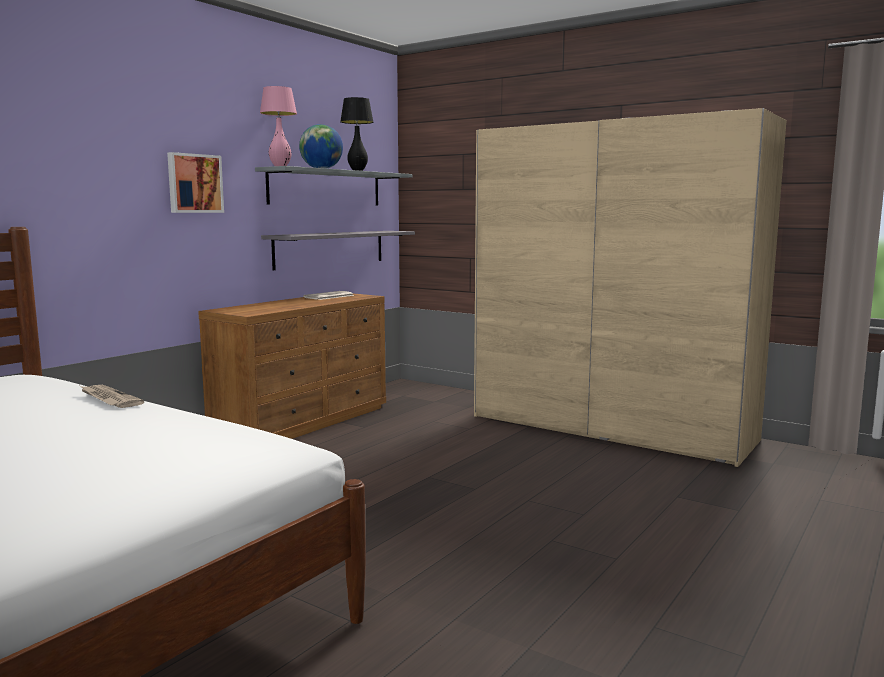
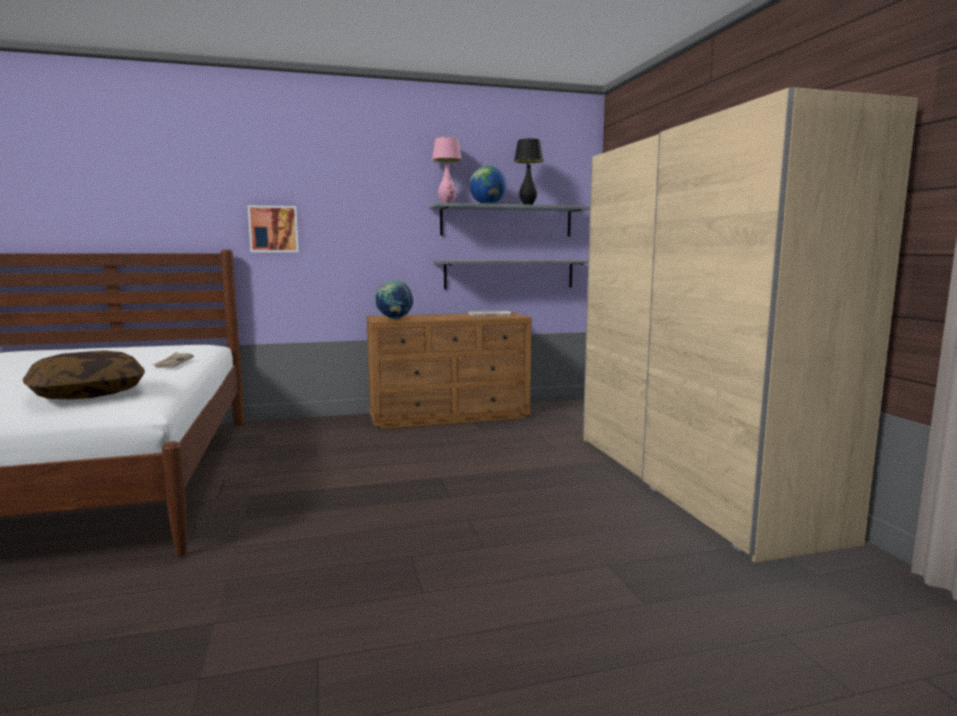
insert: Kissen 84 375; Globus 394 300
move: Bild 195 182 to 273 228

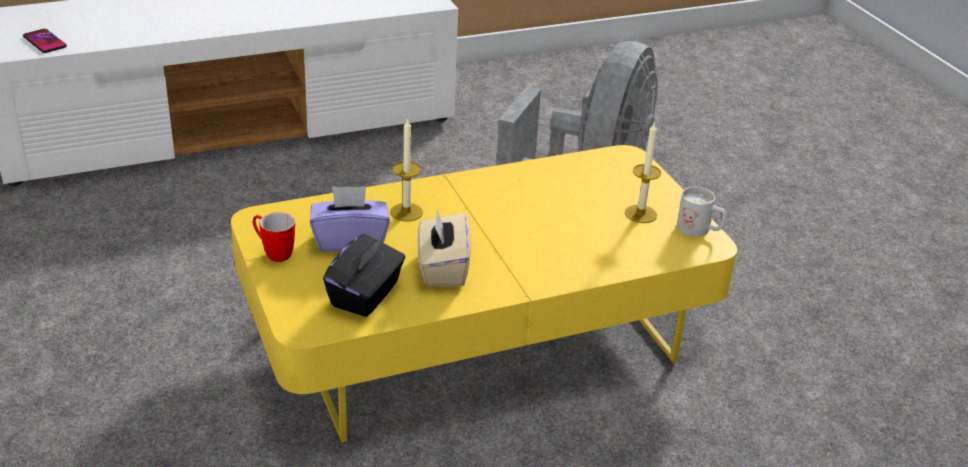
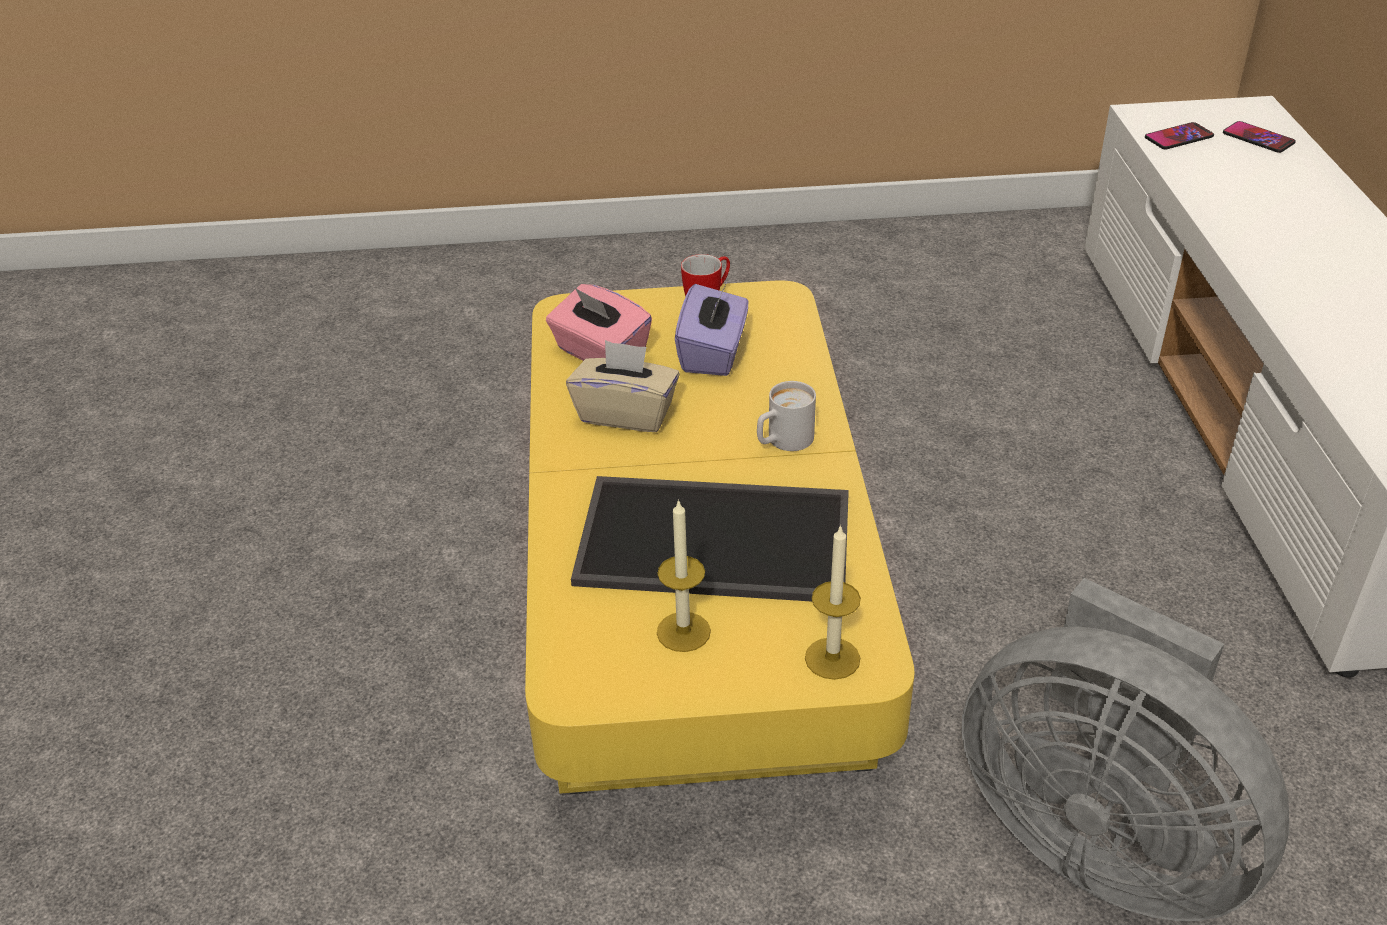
insert: Tablett 710 539; Handy 1259 137
move: Kerze 406 170 to 833 602; Henkelbecher [weiß] 702 212 to 786 416
recolor: Taschentuchbox [schwarz] 364 275 to Taschentuchbox [rosa] 599 322

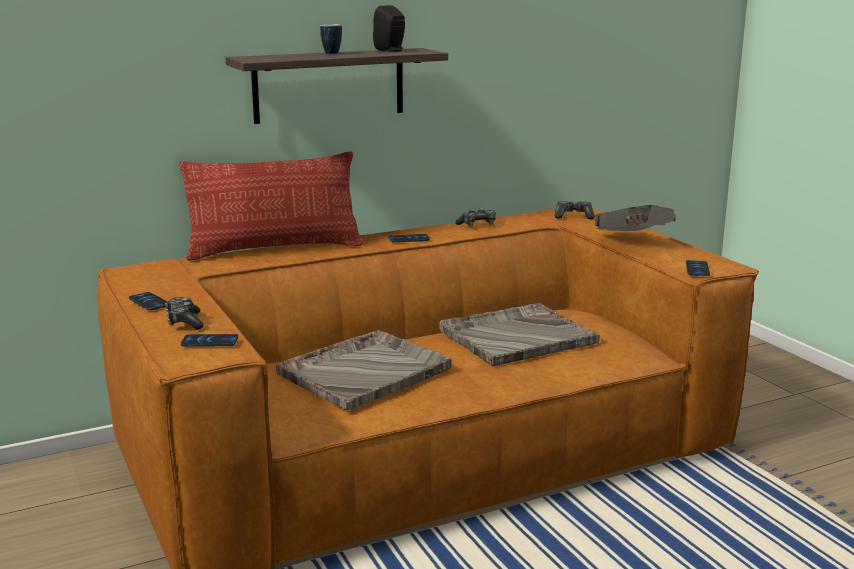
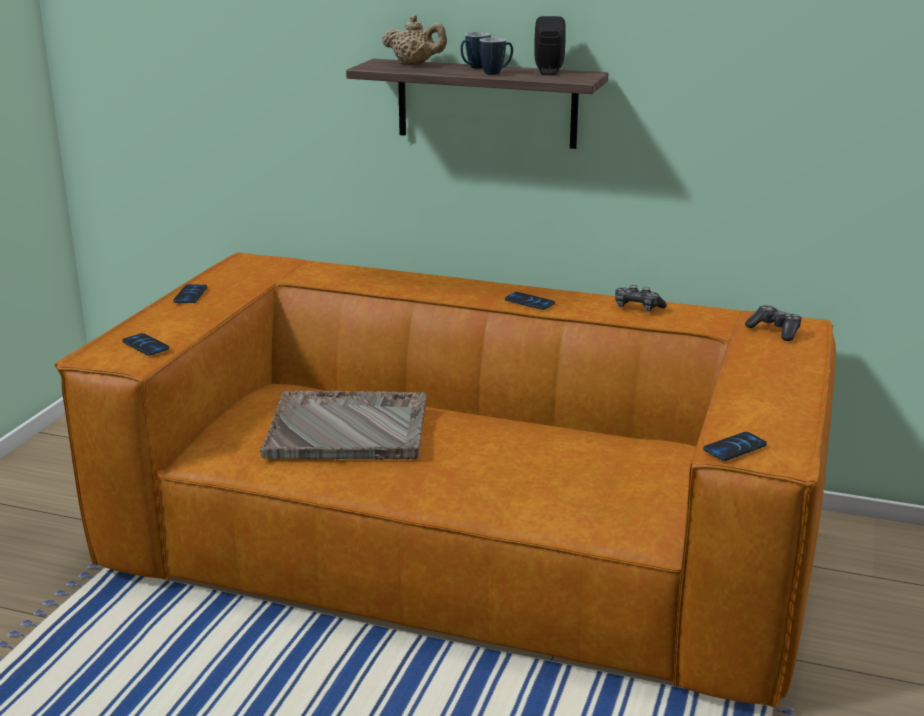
delete: Gamepad 184 313; Kissen 271 206; Tablett [grau] 519 335; Zeitung 635 218
insert: Teekanne [beige] 414 40; Henkelbecher 496 56

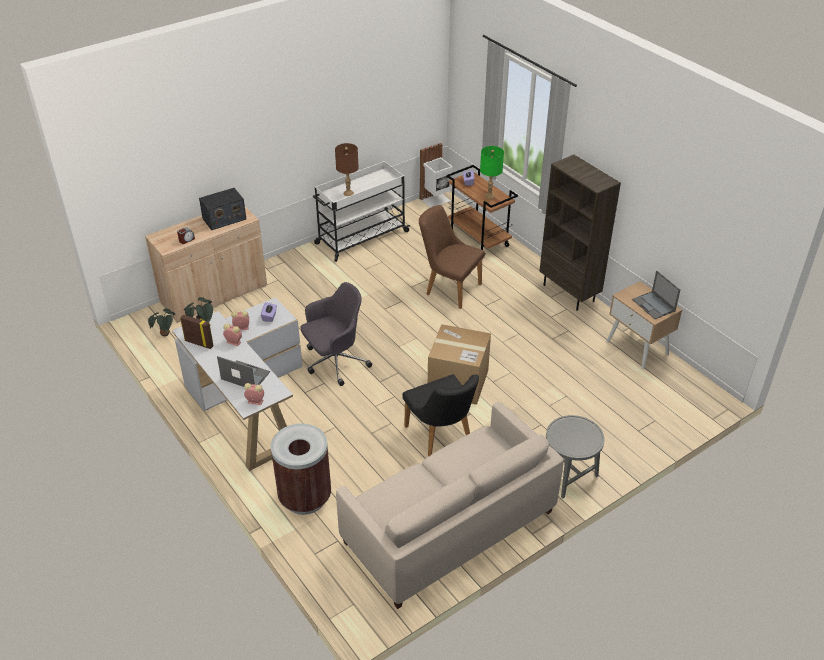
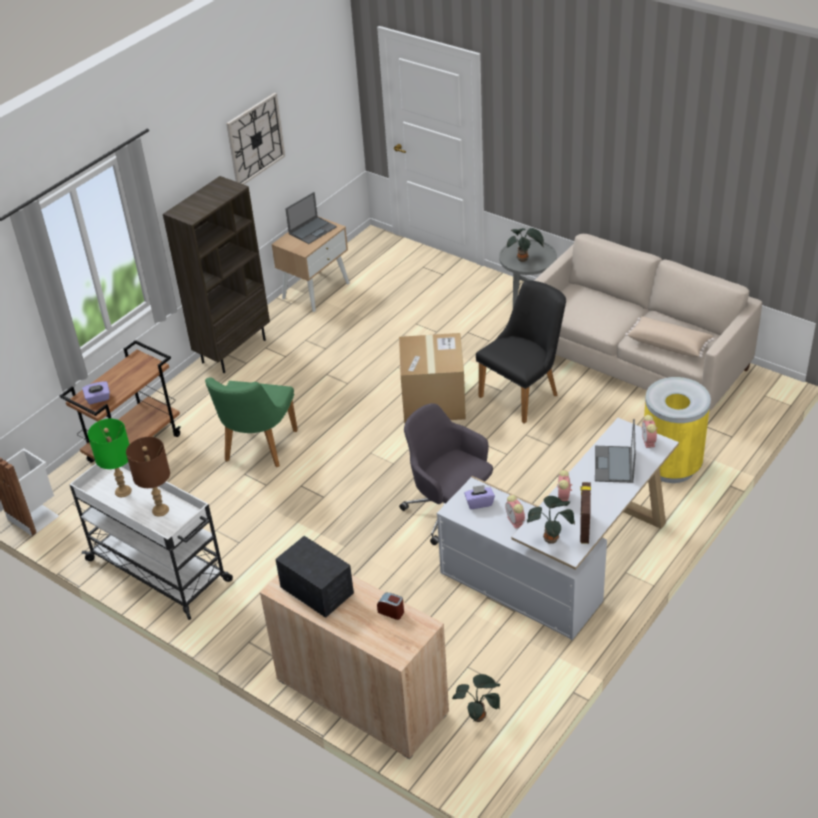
insert: Wanduhr 255 138; Topfpflanze 525 245; Kissen [beige] 669 337
move: Tischlampe [grün] 492 172 to 110 458
recolor: Mülleimer [braun] 301 469 to Mülleimer [gelb] 677 430; Stuhl [braun] 452 257 to Stuhl [grün] 251 422

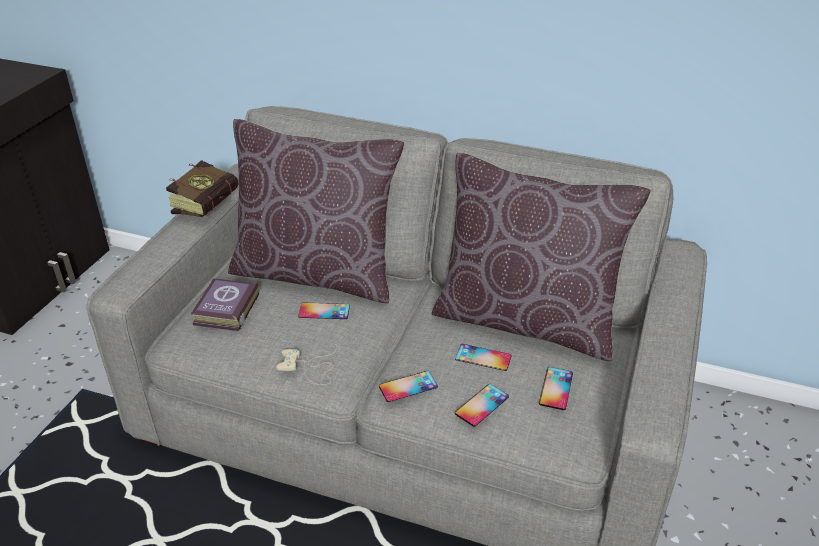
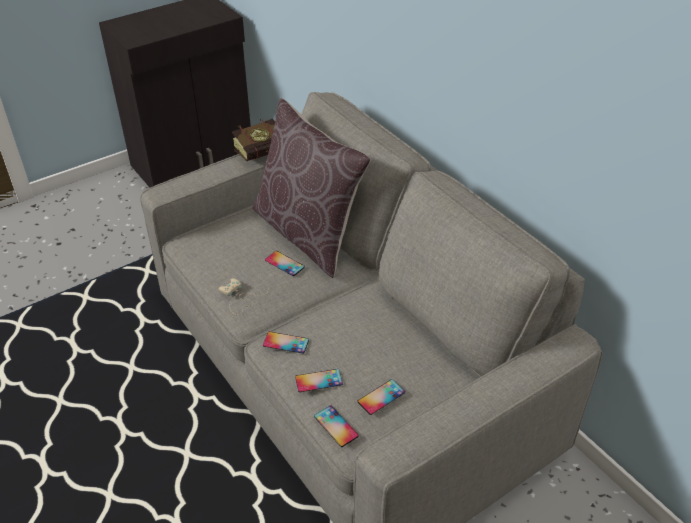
delete: Buch 225 304; Kissen [braun] 541 257
move: Handy 483 357 to 336 426

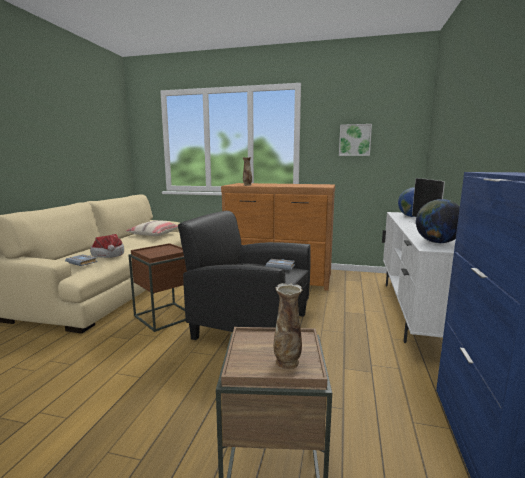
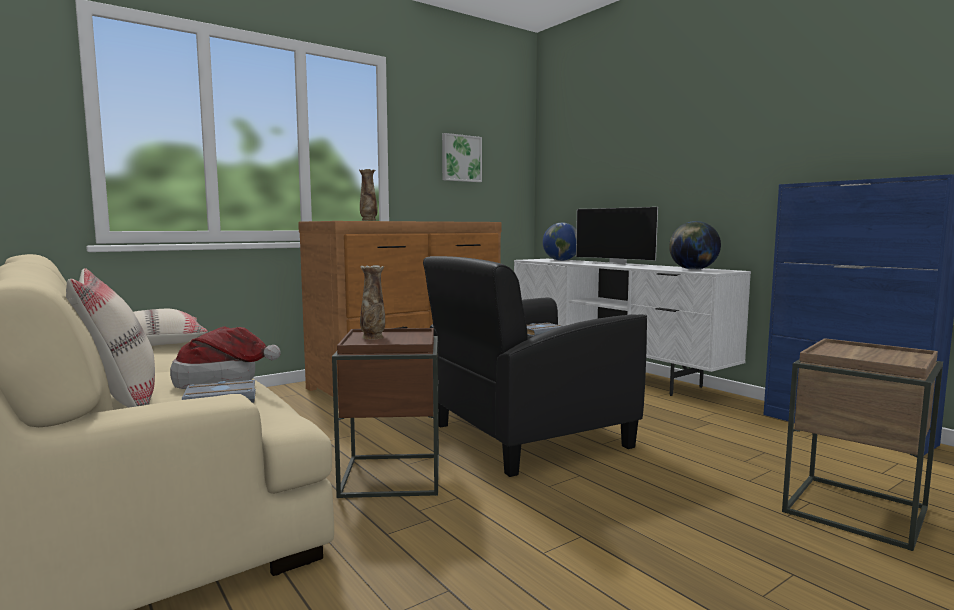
insert: Kissen [beige] 110 338
move: Vase 288 326 to 372 302

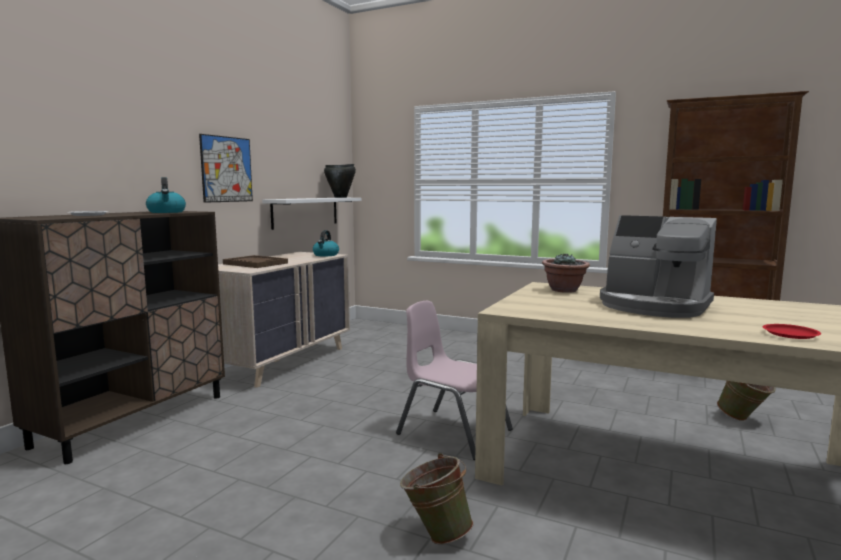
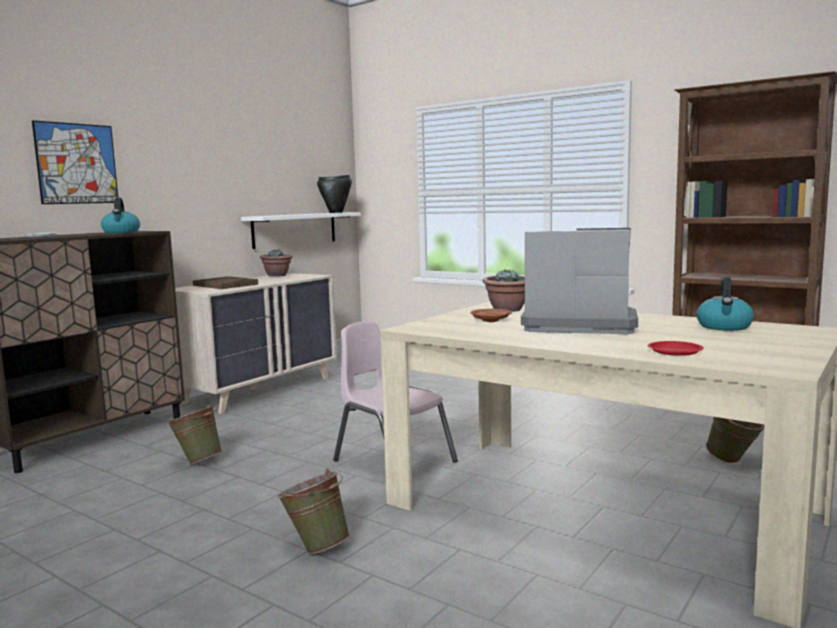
insert: Eimer [grün] 194 434; Topfpflanze 276 263; Teller [braun] 491 315
move: Bild 226 168 to 75 162; Wasserkessel 326 243 to 725 304
rotate: Kaffeemaschine 658 266 = 579 281 150 degrees clockwise

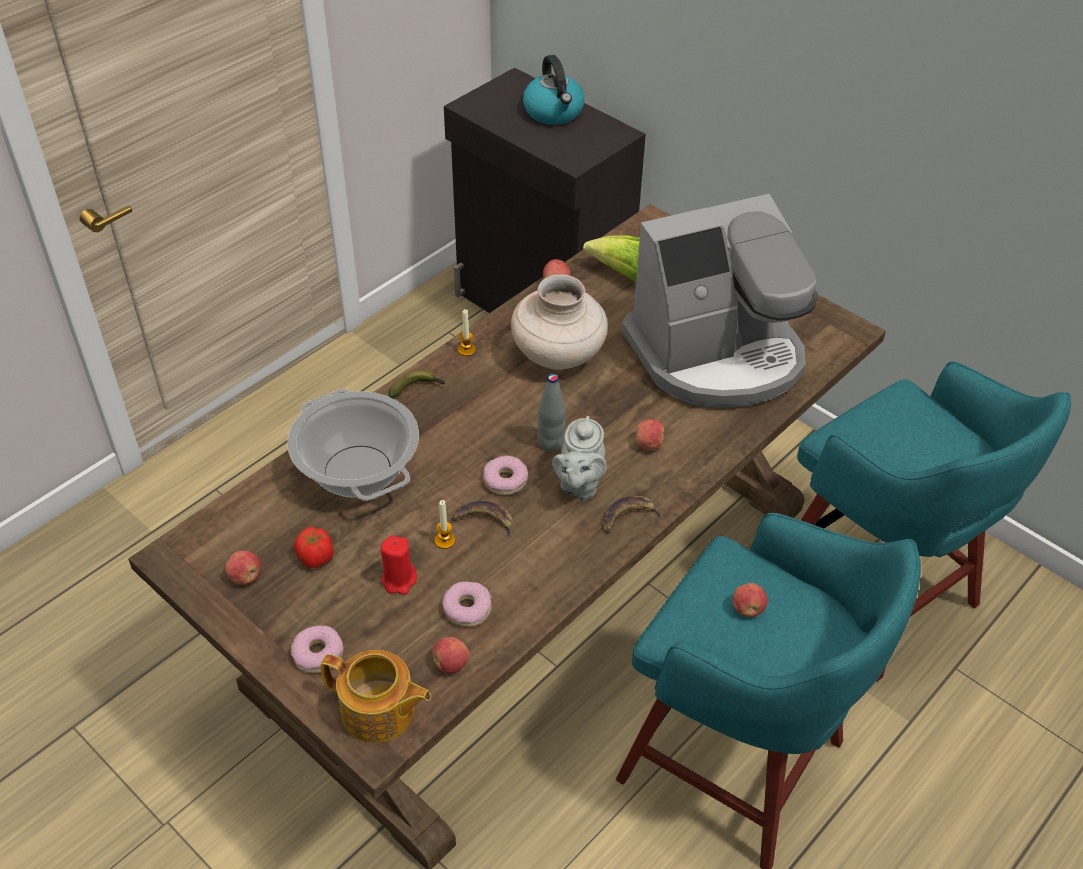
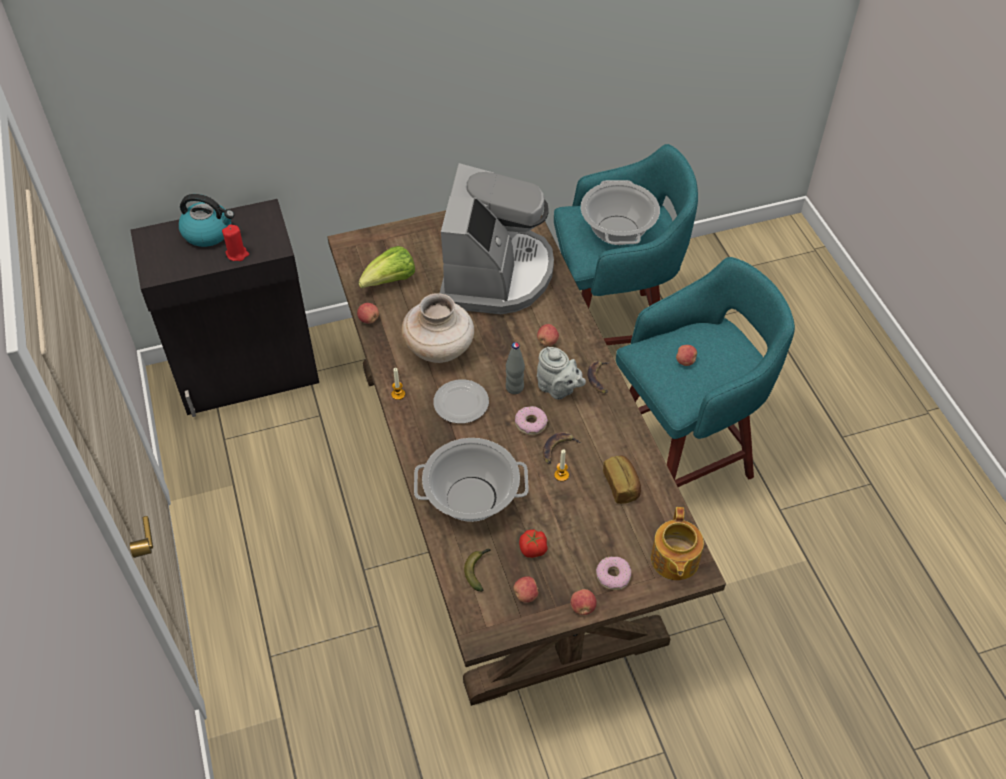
insert: Teller 461 401; Kochtopf 620 212
move: Kerze [rot] 399 565 to 235 243; Banane 417 384 to 477 570; Apfel 450 655 to 584 602
replace: Donut 466 604 to Brot 622 479
rotate: Teekanne 376 696 = 677 543 135 degrees clockwise

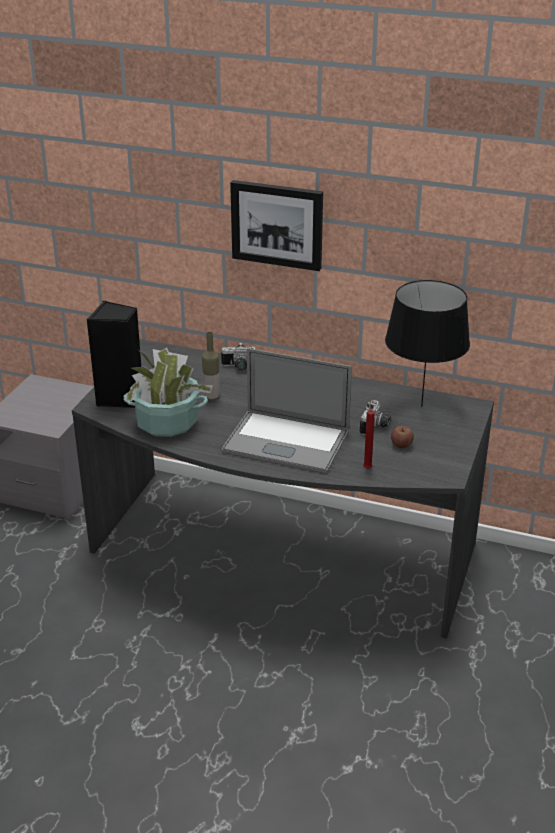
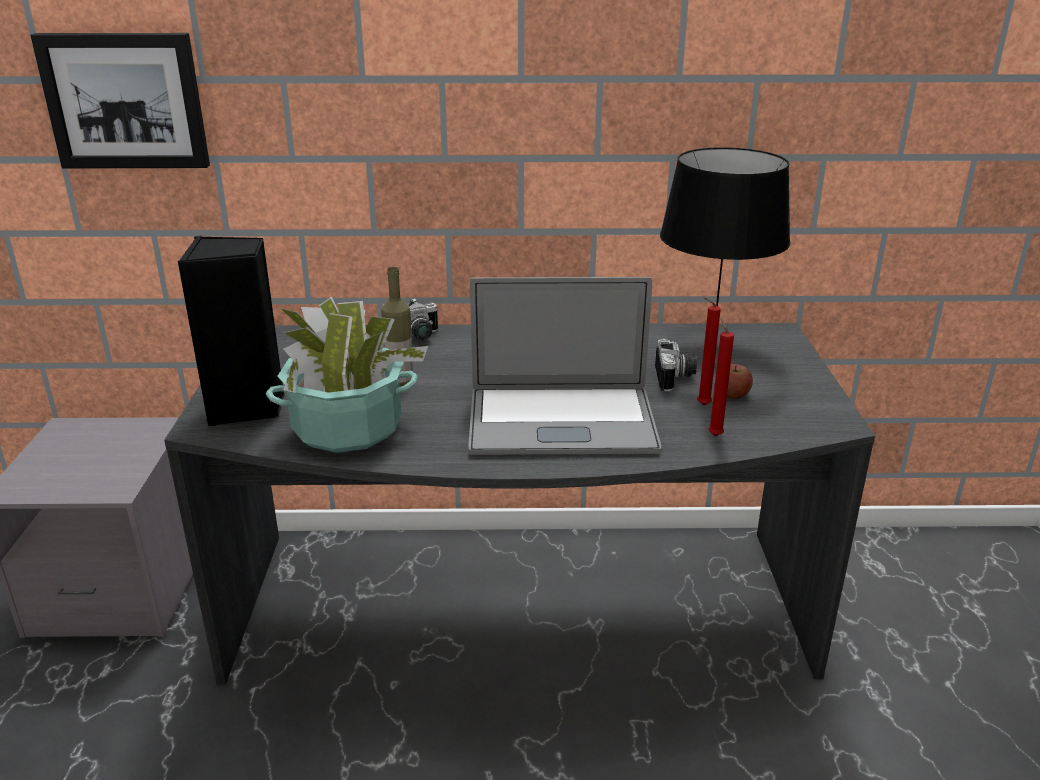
insert: Kerze [rot] 709 351
move: Bild 276 225 to 120 101

